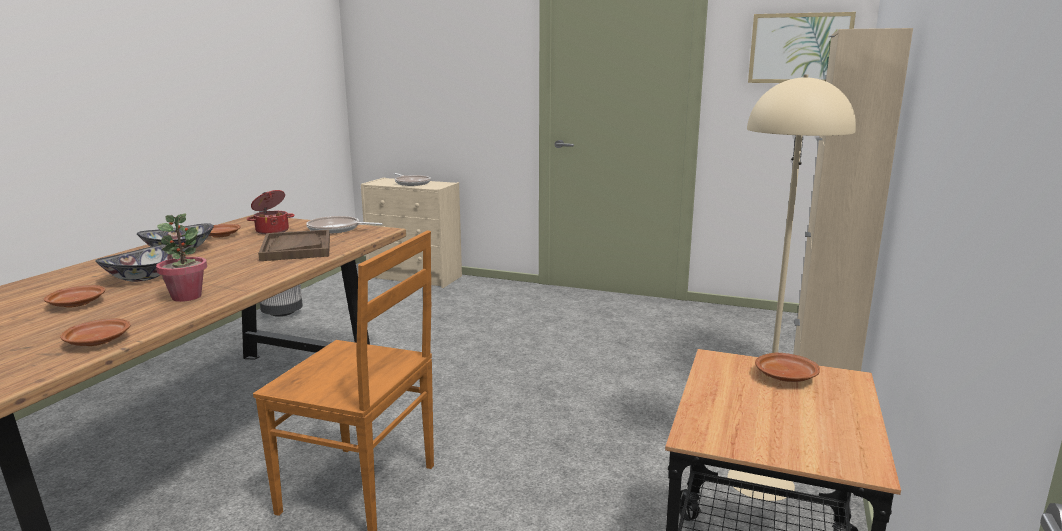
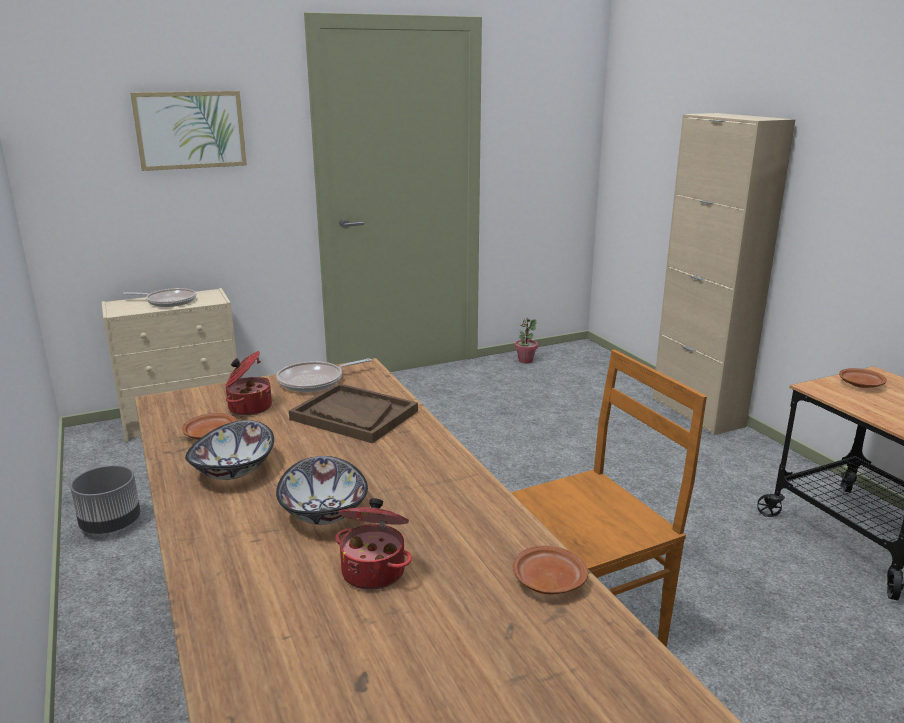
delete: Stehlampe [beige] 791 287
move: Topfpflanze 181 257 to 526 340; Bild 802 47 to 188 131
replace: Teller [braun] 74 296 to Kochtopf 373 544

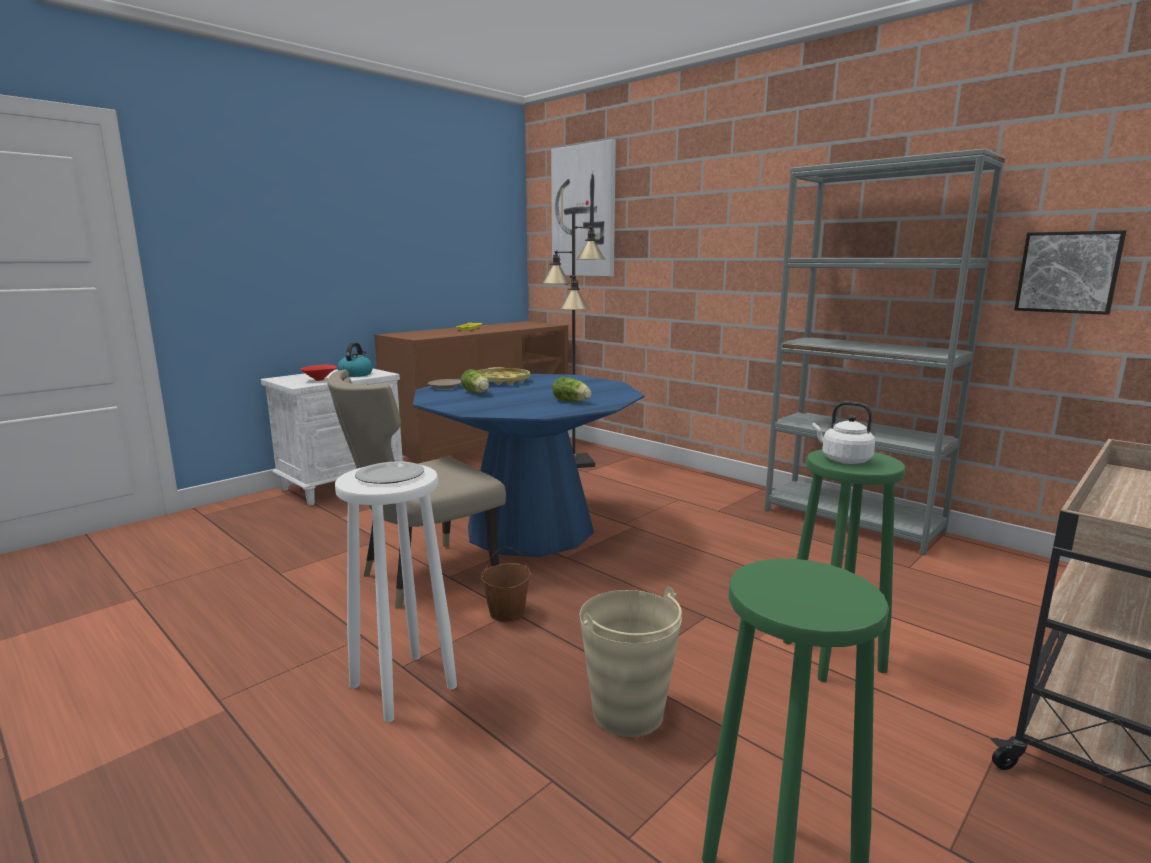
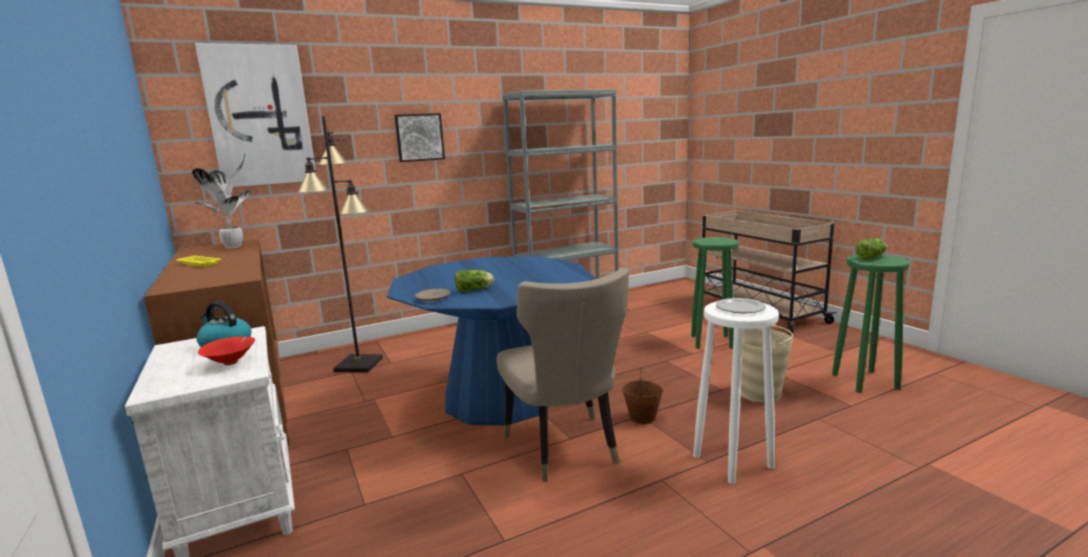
delete: Tablett [gelb] 503 376; Wasserkessel [weiß] 843 433
insert: Topfpflanze 222 201
move: Salatkopf 571 389 to 871 249; Bild 1070 272 to 419 137

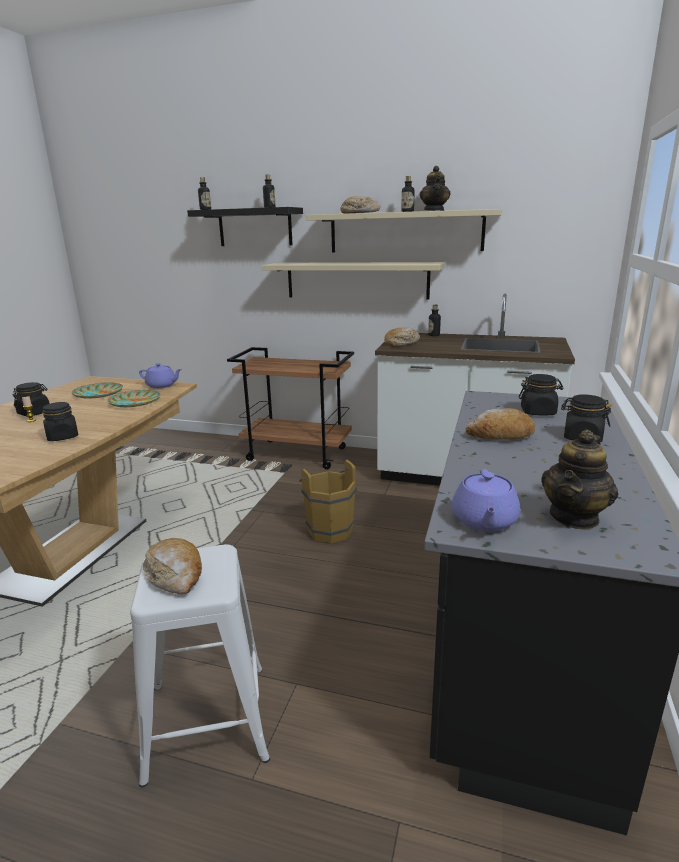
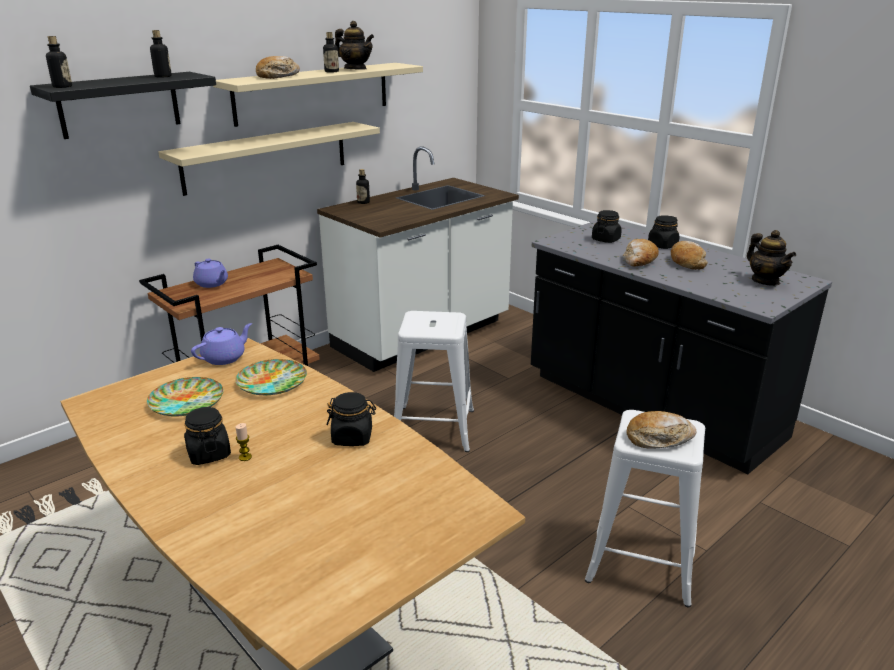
move: Brot 402 337 to 689 255; Teekanne [lila] 486 500 to 210 273
replace: Eimer [braun] 328 502 to Hocker [weiß] 434 381

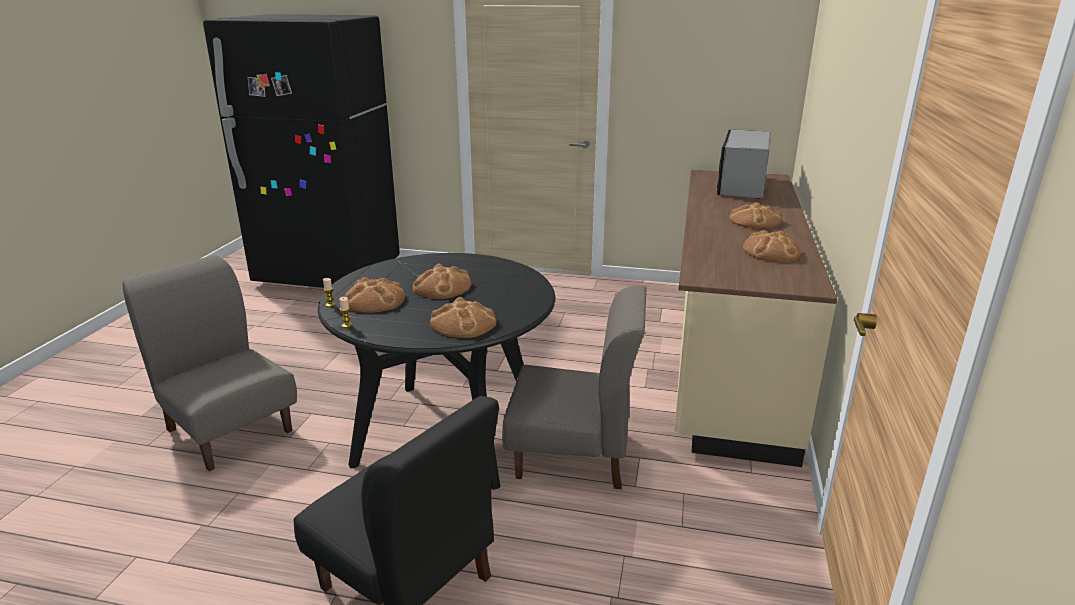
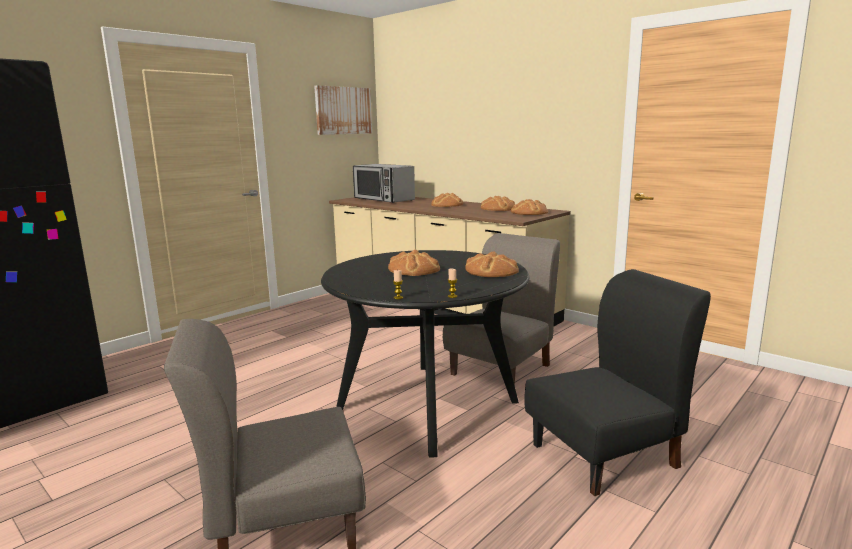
insert: Bild 343 110
move: Brot 375 295 to 529 207

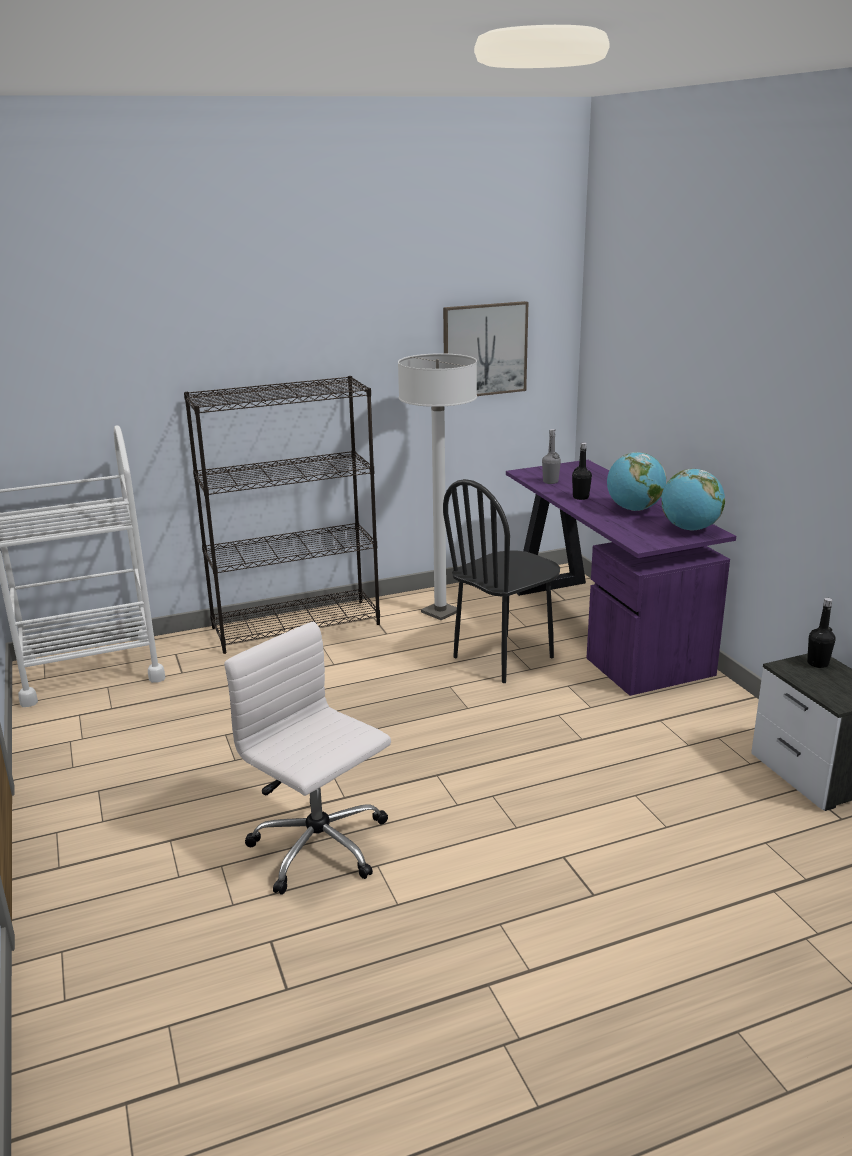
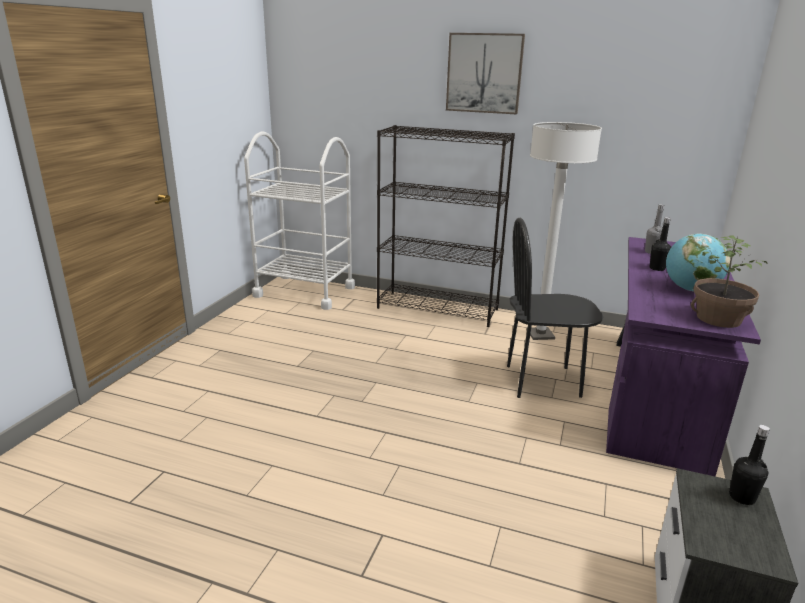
delete: Bürostuhl [weiß] 307 758
move: Bild 485 348 to 485 73
replace: Globus 693 500 to Topfpflanze 729 281

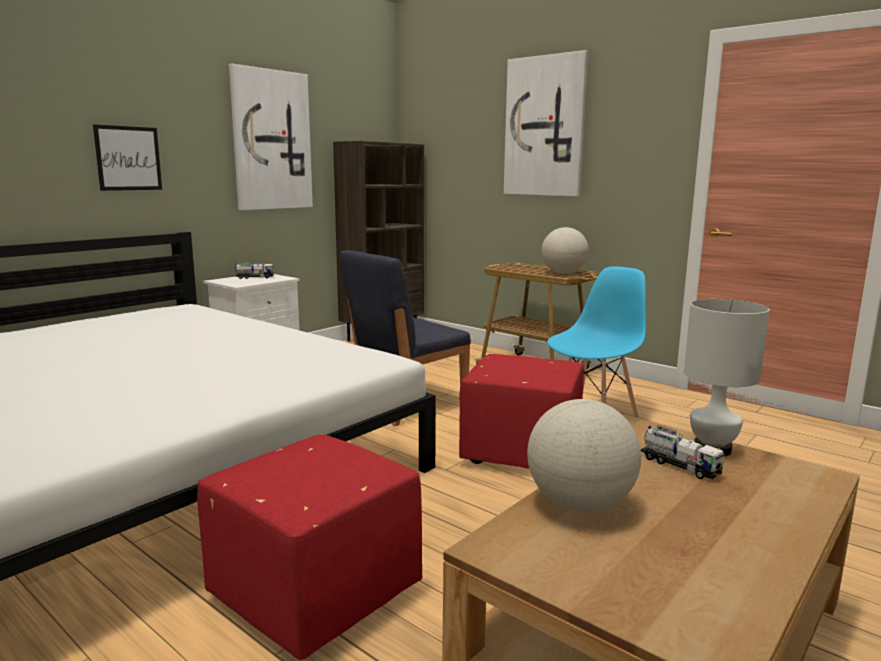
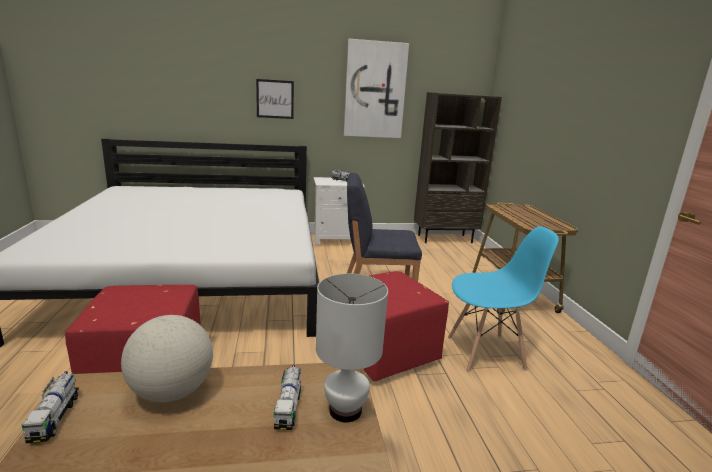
delete: Bild 546 123; Globus 565 250
insert: Spielzeuglaster 50 407

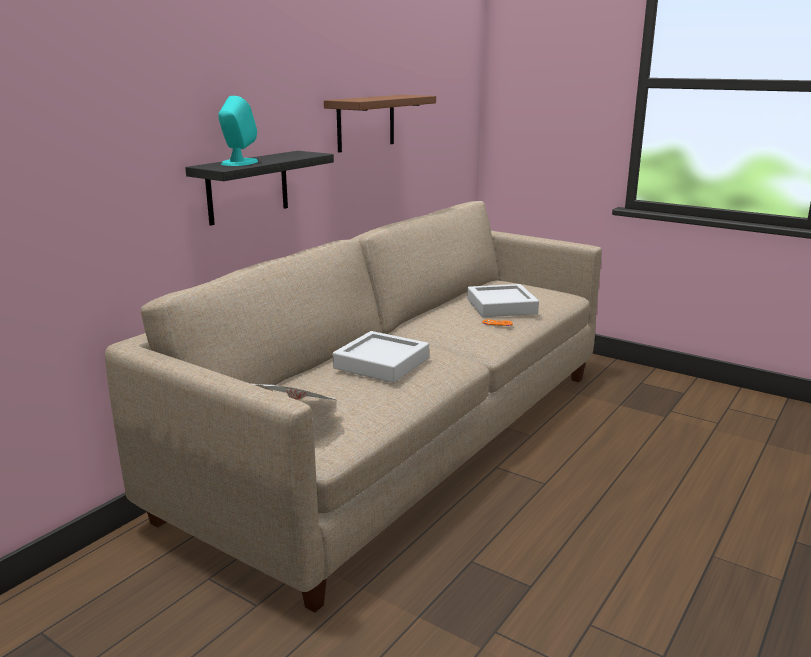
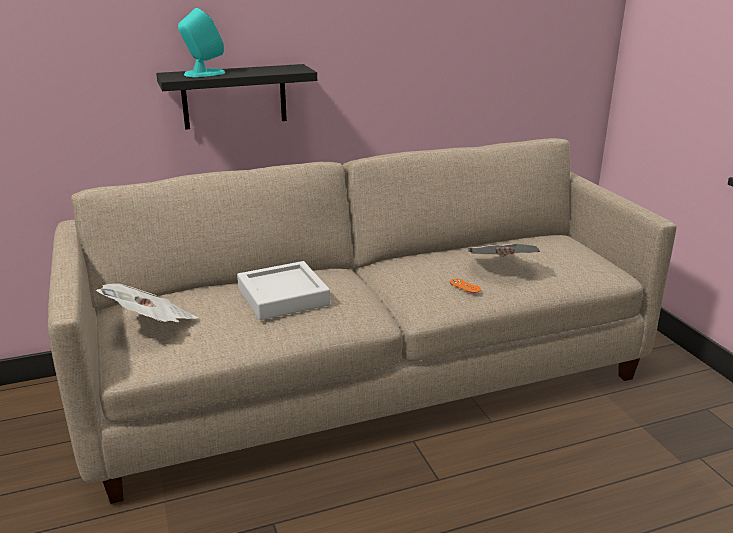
delete: Wandregal [braun] 380 124
replace: Tablett [grau] 503 300 to Zeitung 503 250

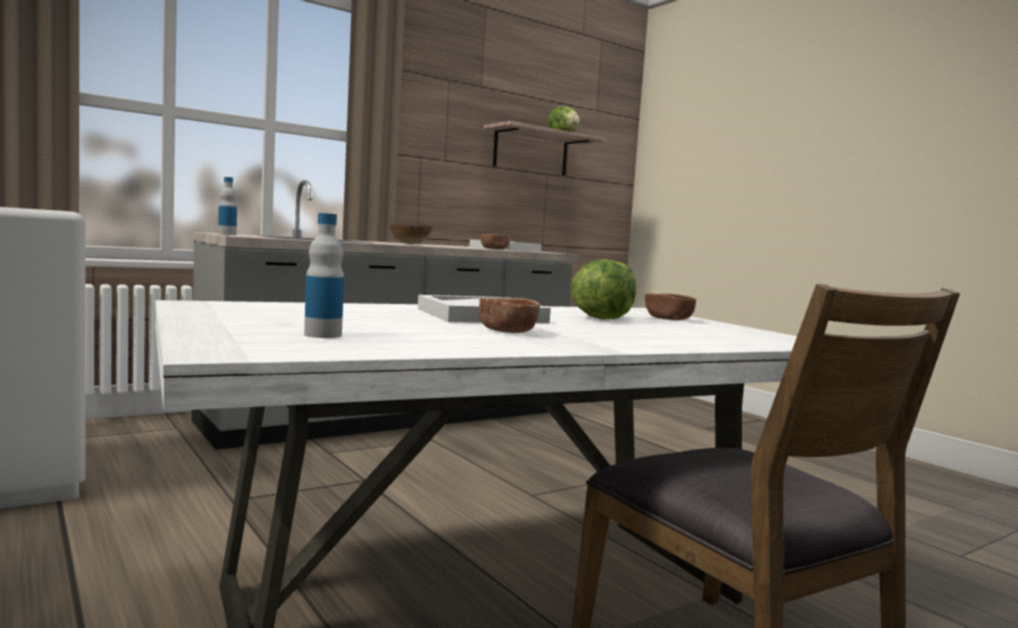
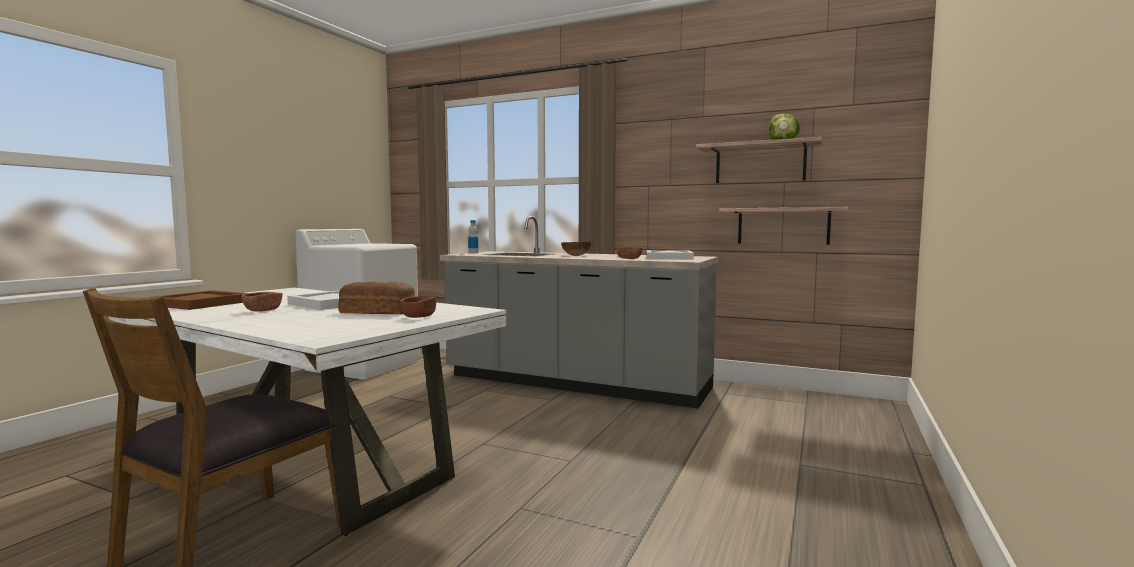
insert: Wandregal 783 226
replace: Flasche 324 275 to Tablett [braun] 200 300; Salatkopf 603 289 to Brot 376 298

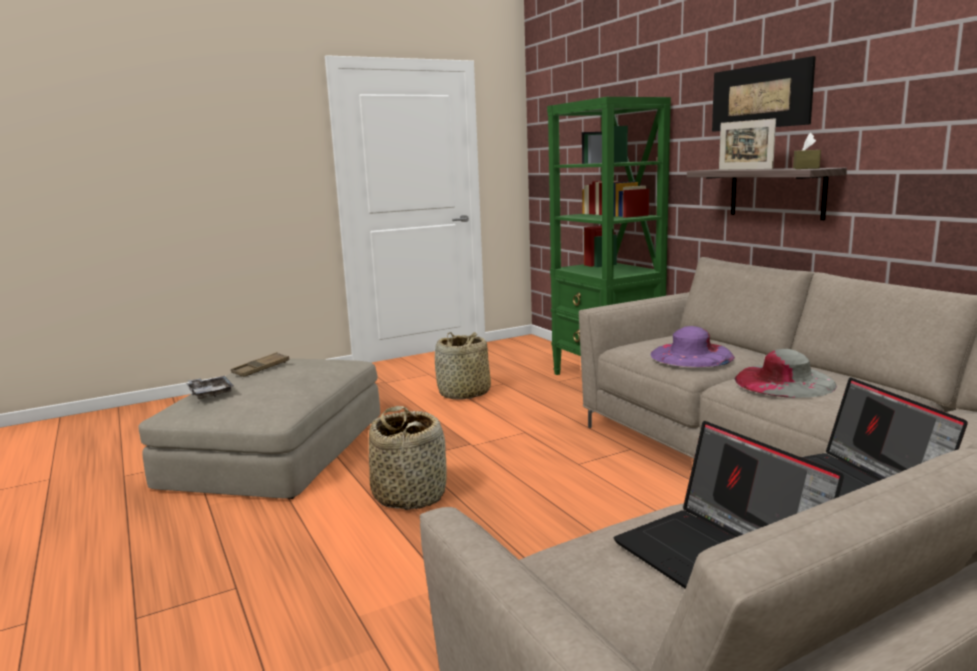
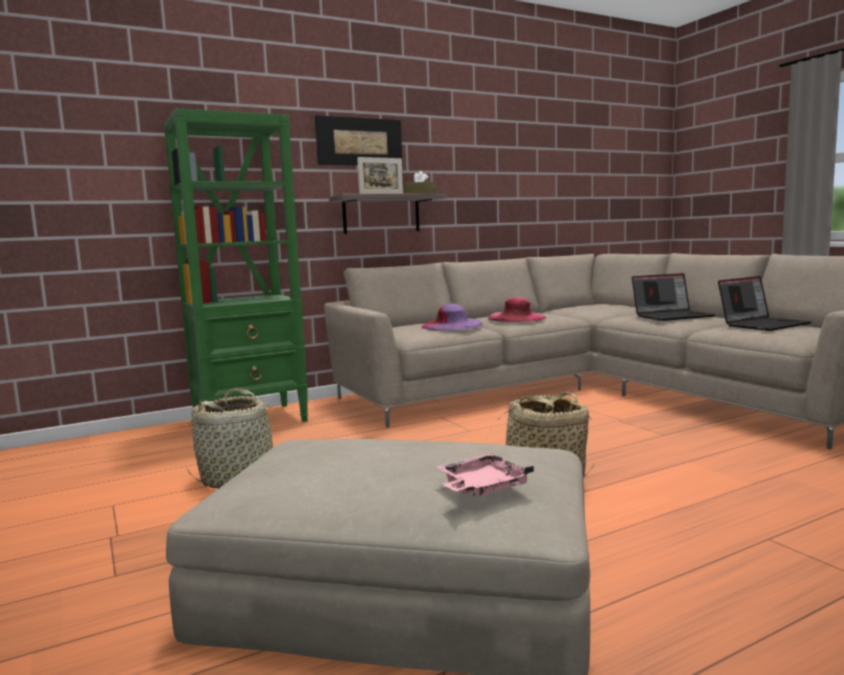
delete: Tablett [braun] 260 364
recolor: Tablett [grau] 210 387 to Tablett [rosa] 485 474; Hut [grau] 786 373 to Hut [rosa] 517 309

